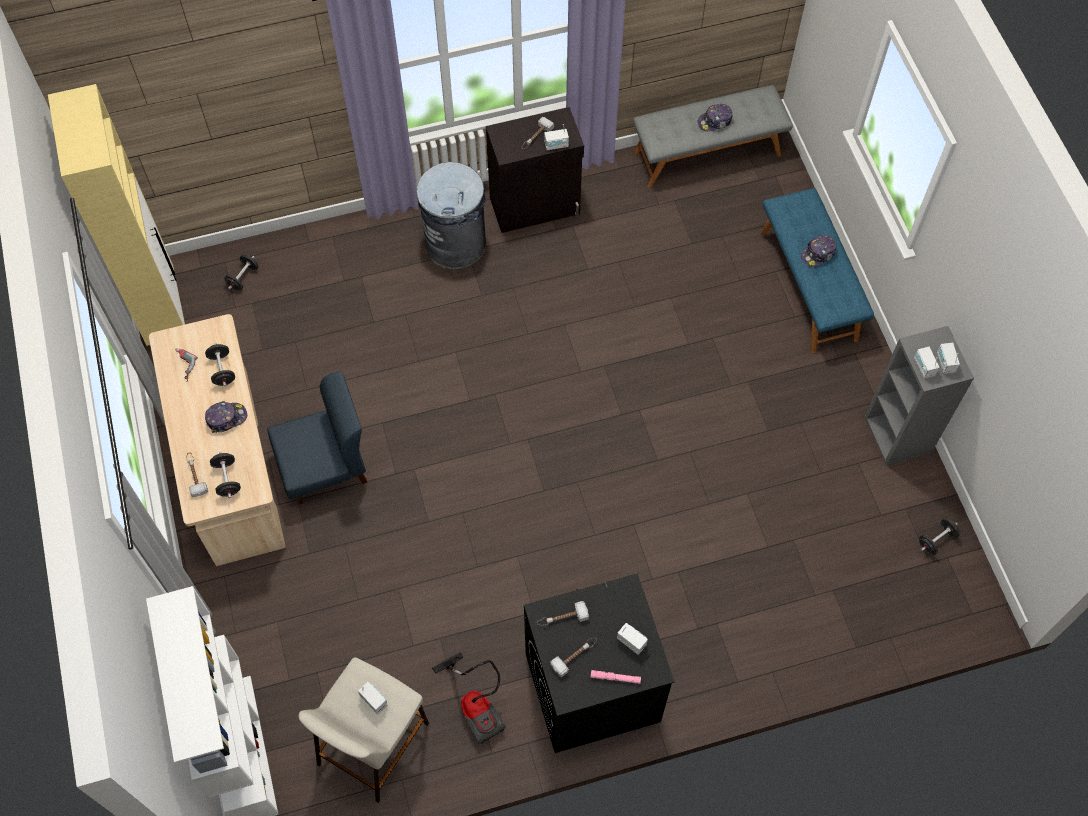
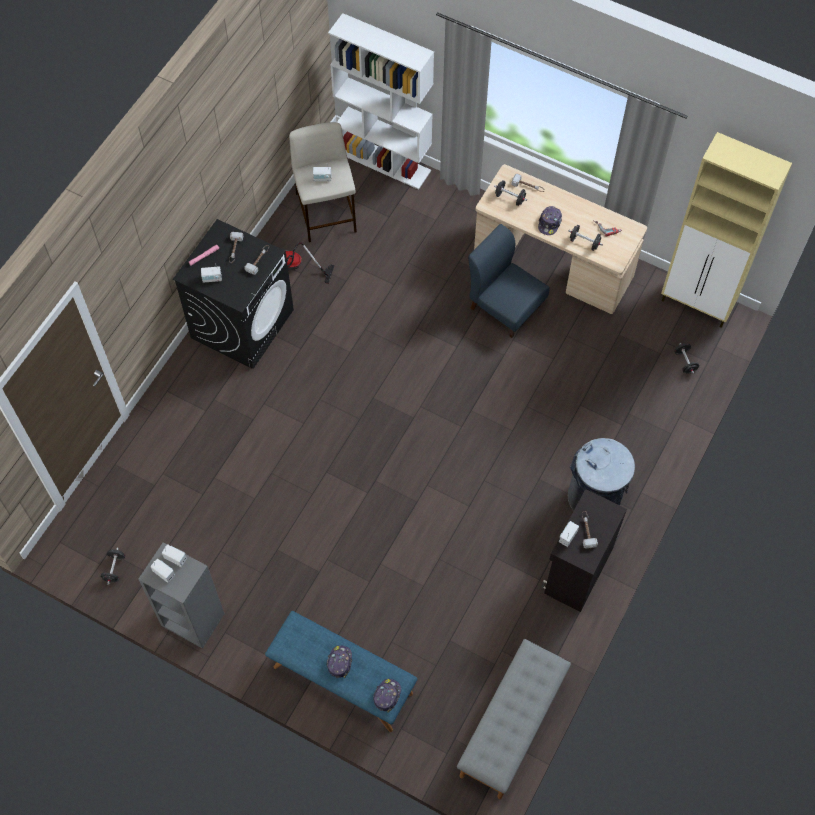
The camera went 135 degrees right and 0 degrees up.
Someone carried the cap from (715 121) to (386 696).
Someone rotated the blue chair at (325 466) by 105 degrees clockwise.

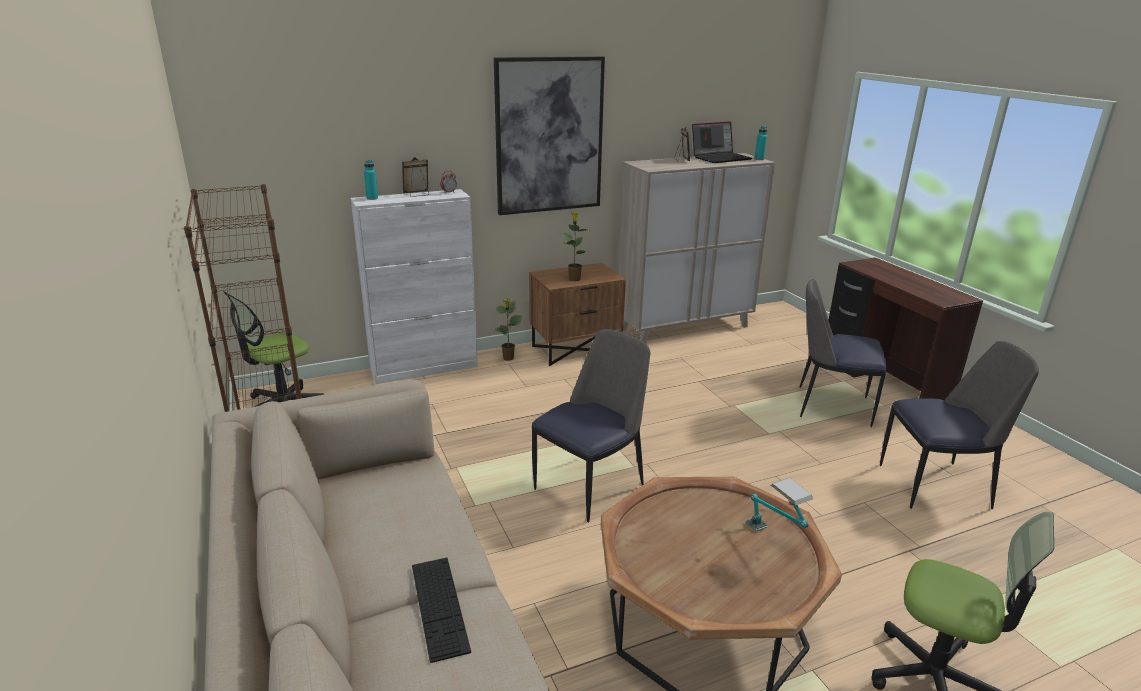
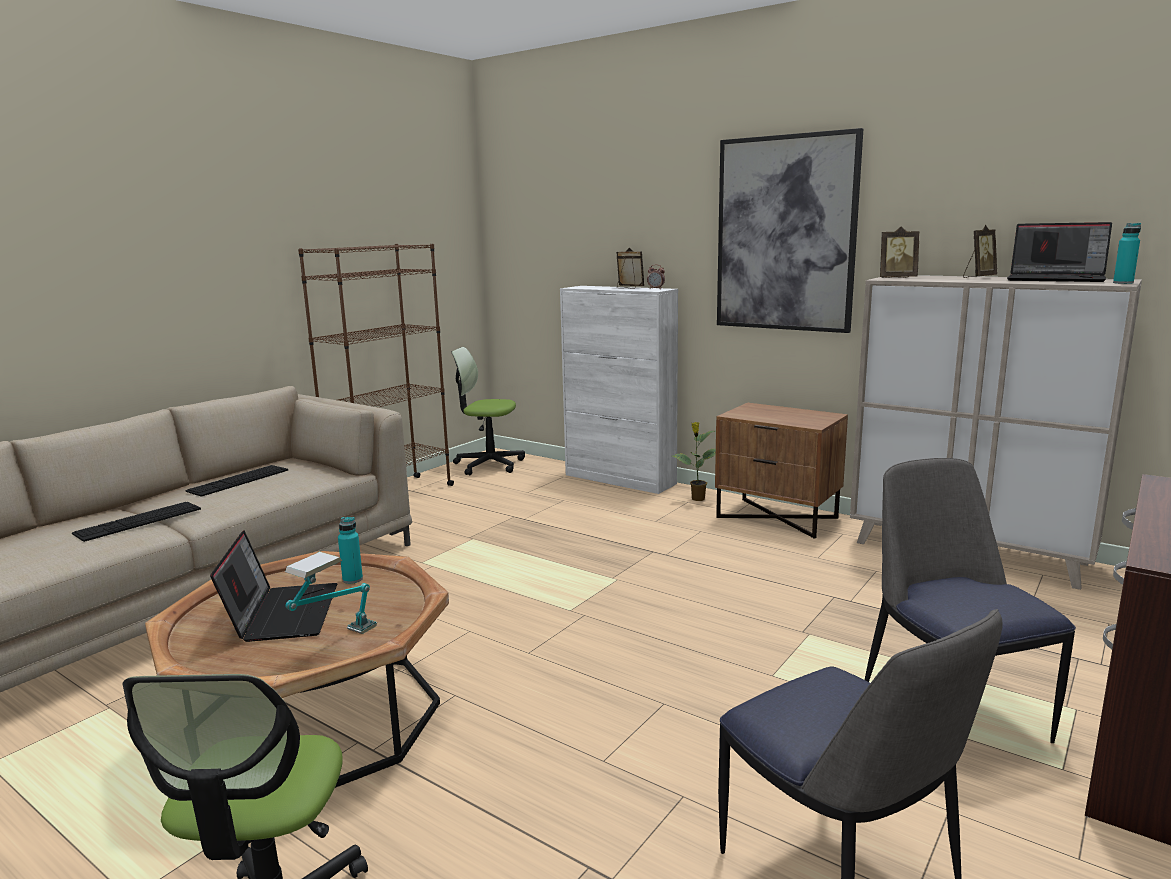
The camera went 60 degrees right and 10 degrees down.
Someone carried the turquoise bottle from (372 198) to (352 579).
Someone took away the potted plant at (574 279).
Someone took away the chair at (591 485).
Someone put down the picture frame at (896 278).
Someone put down the keyboard at (238 480).
Someone put down the laptop at (282 613).

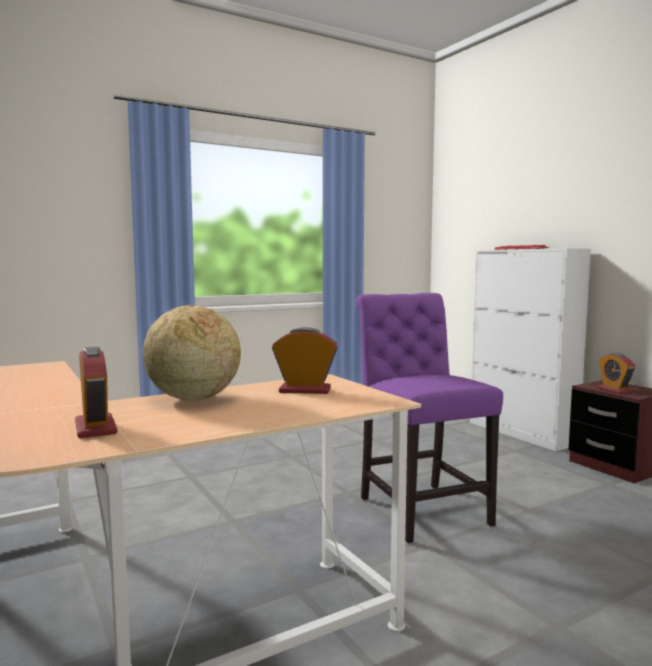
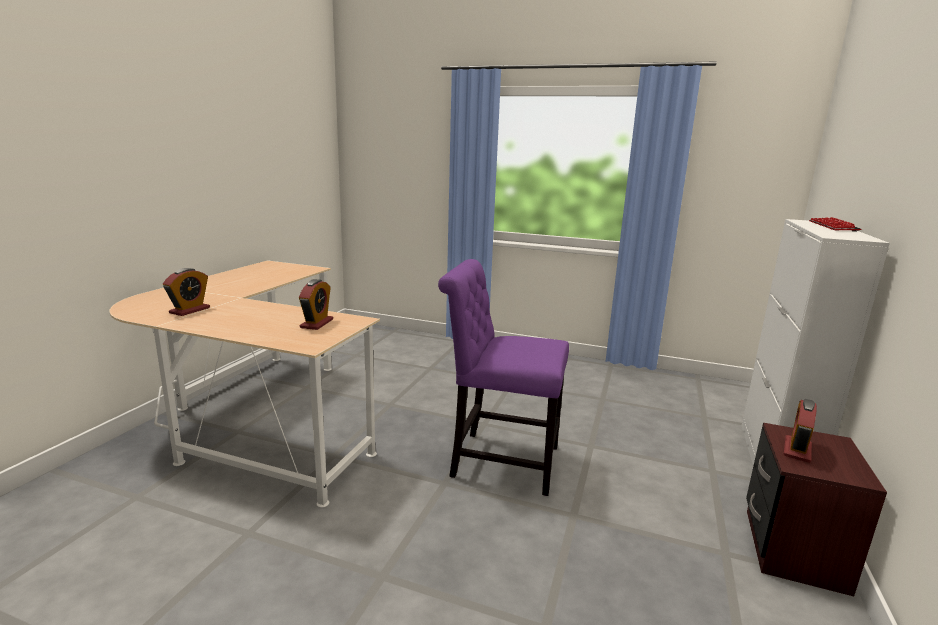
The camera went 50 degrees right and 10 degrees up.
Someone rotated the purple chair at (420 508) by 105 degrees counterclockwise.
Someone took away the globe at (193 399).
Someone rotated the alarm clock at (305 390) by 45 degrees clockwise.

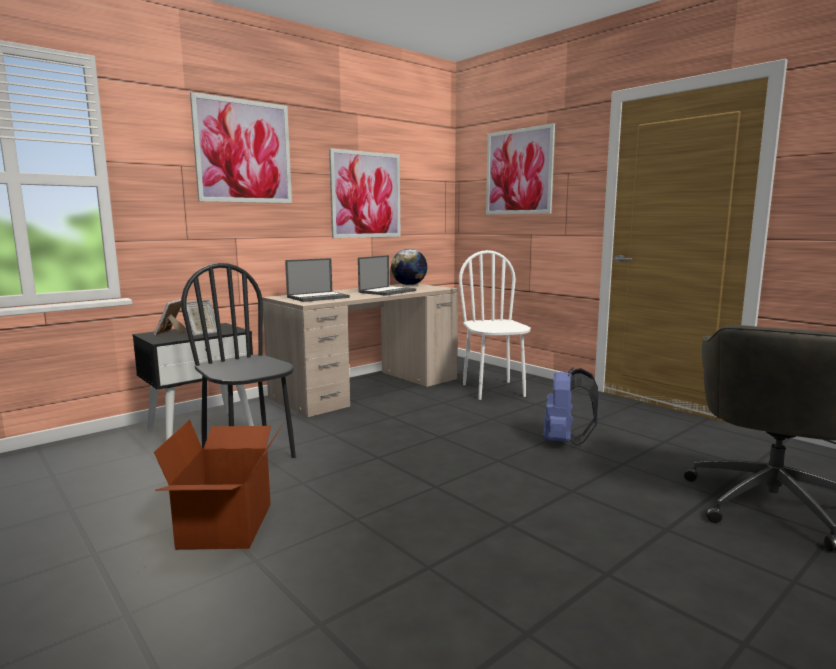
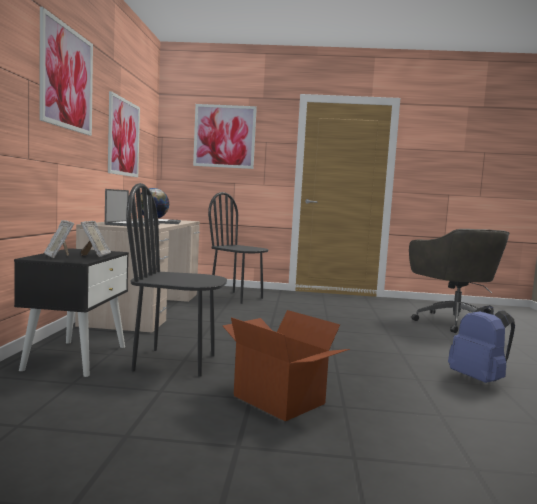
The camera went 45 degrees left and 5 degrees down.
Someone repainted the white chair at (494 390), which became the black chair at (236 297).
Someone carried the blue backpack from (564 441) to (479 380).

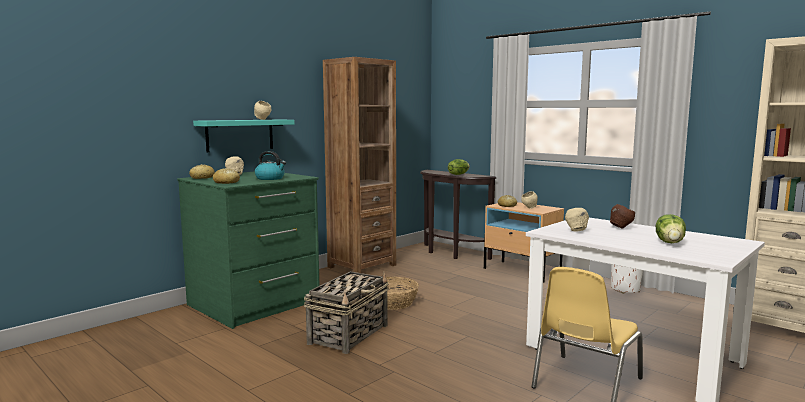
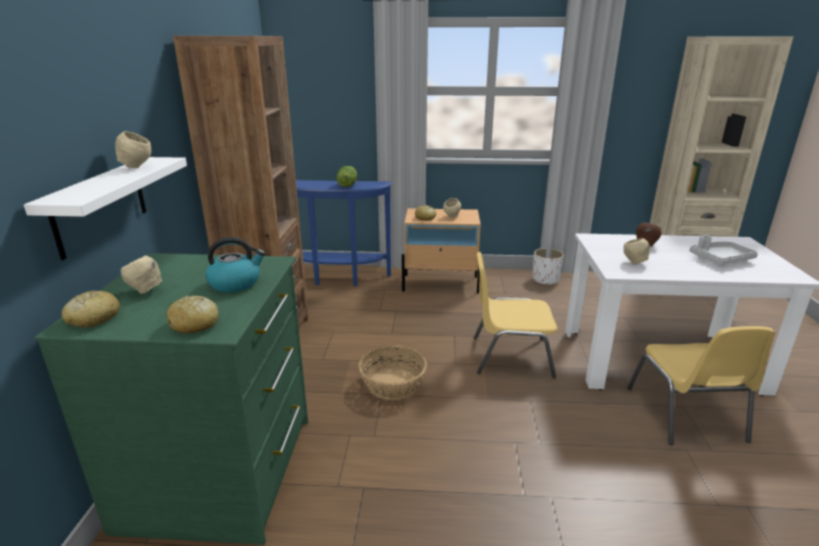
The camera went 40 degrees left and 15 degrees up.
Someone repainted the turquoise shelf at (240 135), which became the white shelf at (101 205).
Someone repainted the brown console table at (450 253), which became the blue console table at (339 279).
Someone swapped the lettuce at (670 242) for the grey tray at (720 259).
Someone took away the basket at (349 334).
Someone put down the yellow chair at (510 356).

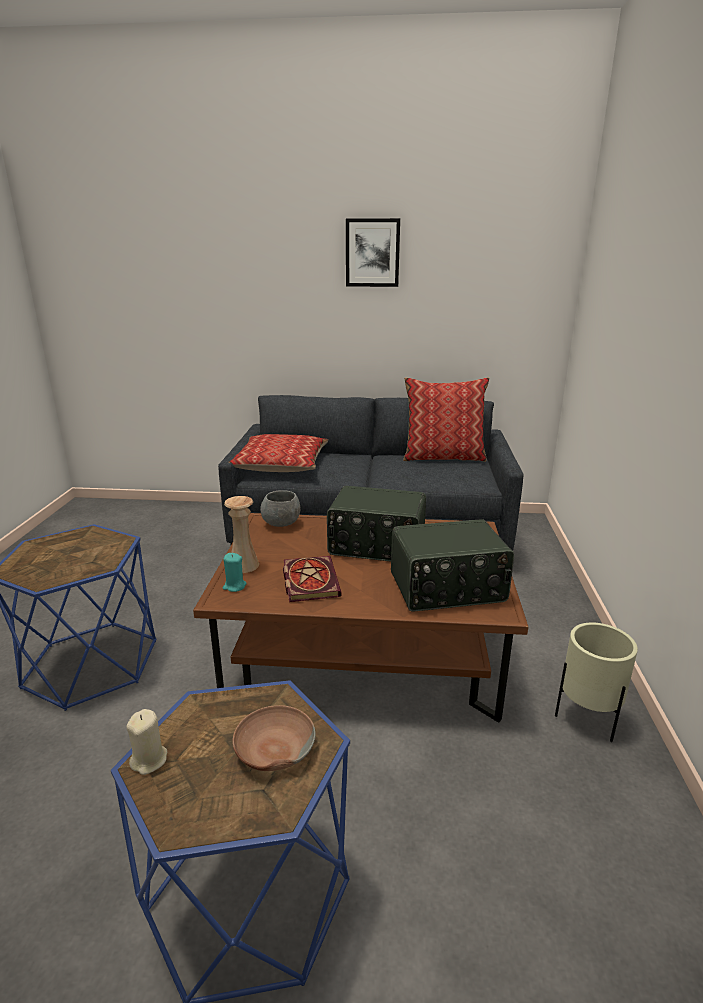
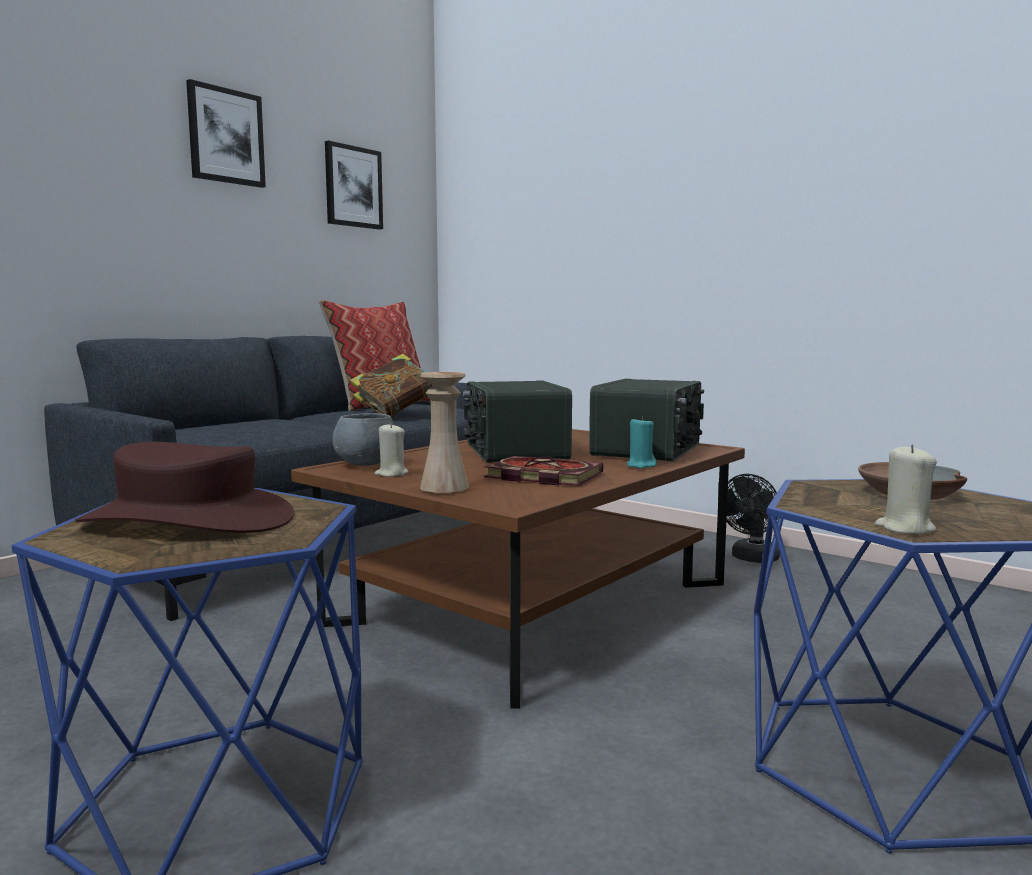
The camera went 55 degrees left and 15 degrees down.
Someone took away the pillow at (281 464).
Someone rotated the radio at (376 546) by 120 degrees clockwise.
Someone carried the turquoise candle from (234 586) to (641 465).
Someone swapped the beige planter at (587 720) for the black fan at (752 559).
Someone put up the picture at (353 187).
Someone put down the book at (395 414).
Someone put down the beige candle at (391 474).
Someone put down the brown hat at (189 520).

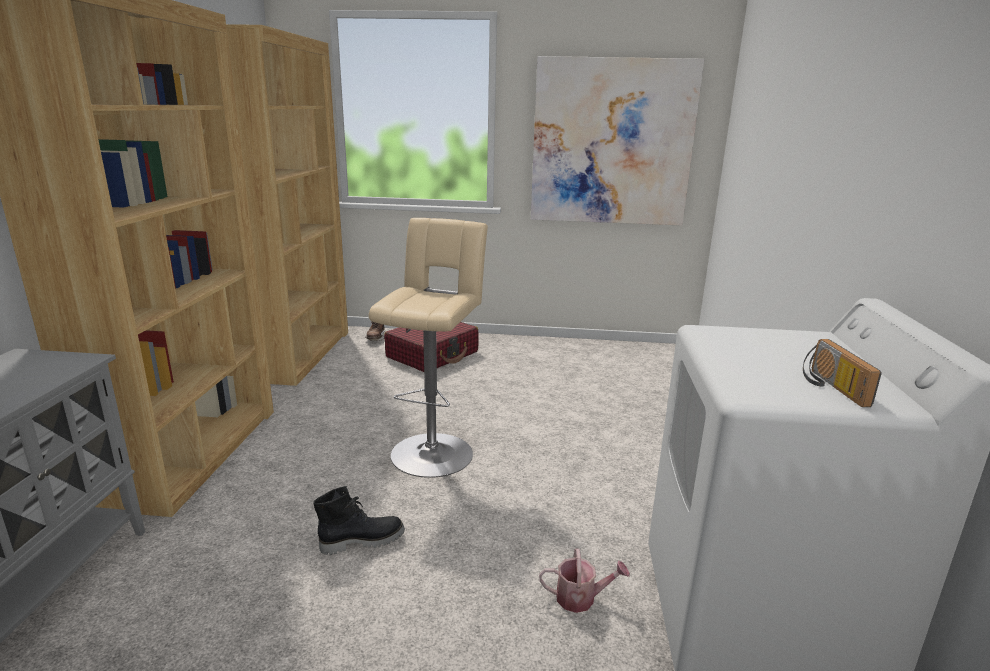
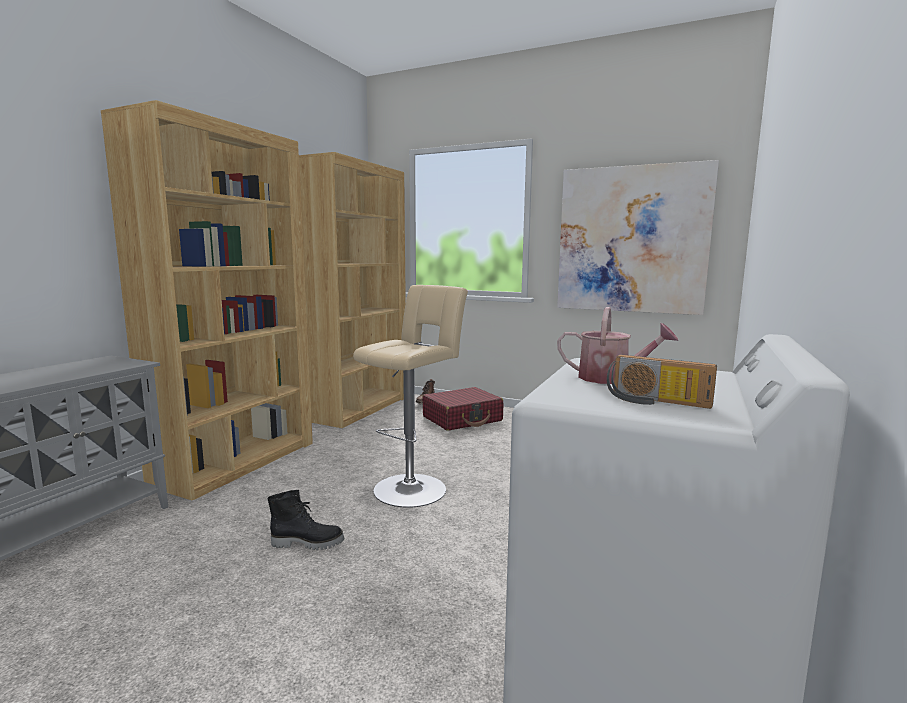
The camera went 20 degrees right and 10 degrees down.
Someone rotated the radio at (830 387) by 75 degrees counterclockwise.
Someone carried the watering can from (581 598) to (611 378).

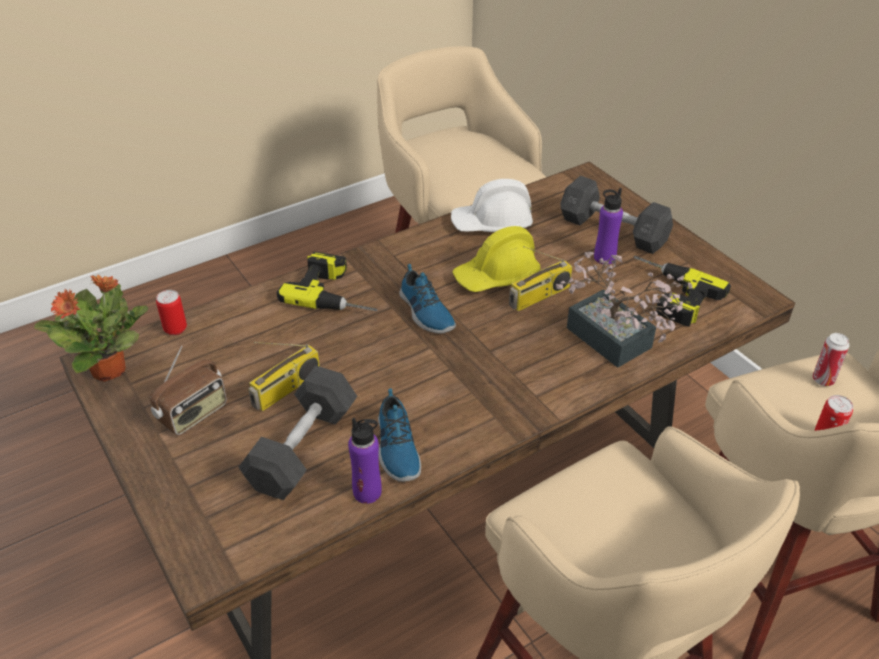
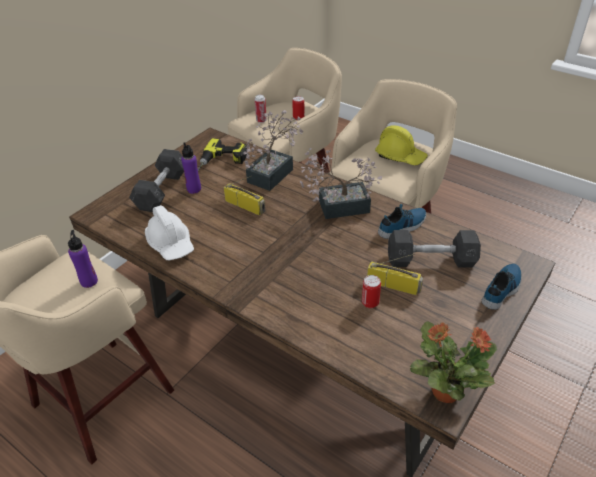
The camera went 110 degrees left and 0 degrees up.
Someone carried the yellow hard hat from (496 276) to (400 156).
Someone took away the power drill at (337 292).
Someone carried the shoe from (425 312) to (502 289).
Someone carried the can from (175 329) to (370 303).
Someone took away the radio at (193 414).
Someone carried the purple bottle from (367 492) to (89 281).
Someone put down the potted plant at (337 207).

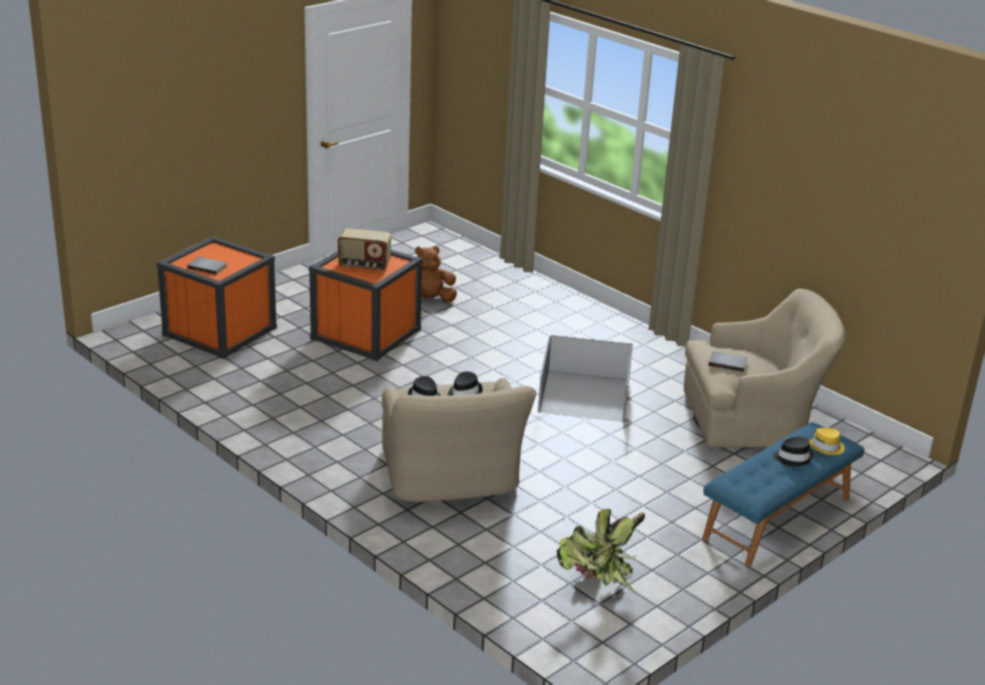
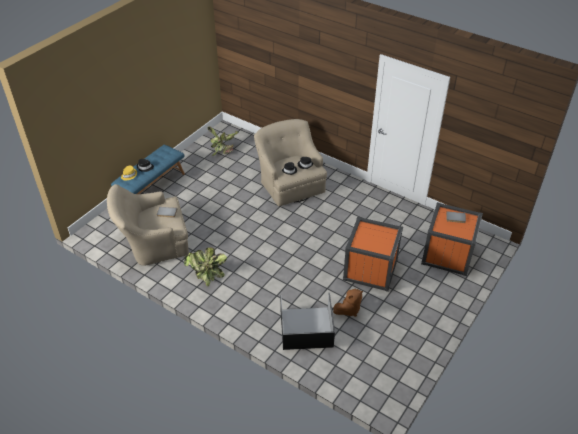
The camera went 170 degrees right and 15 degrees up.
Someone took away the radio at (364 265).
Someone carried the black storage box from (583 395) to (307 328).
Someone put down the potted plant at (206 275).

